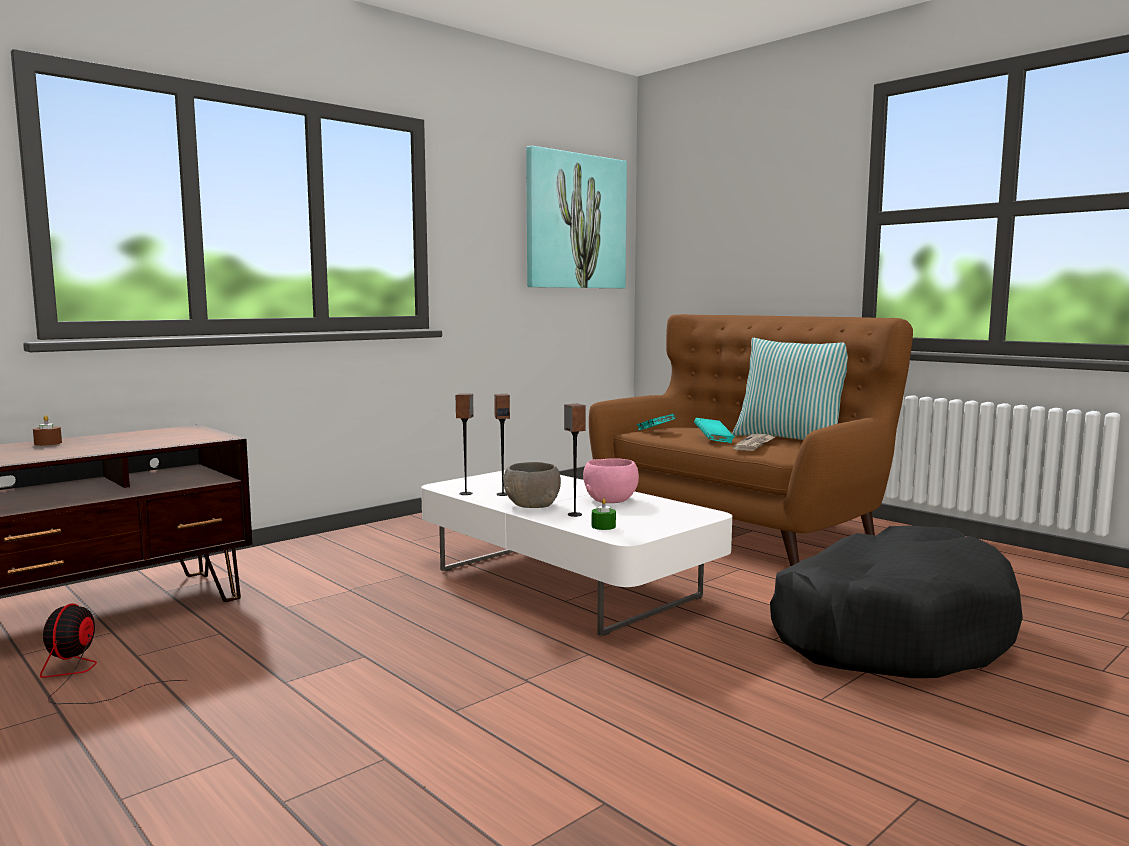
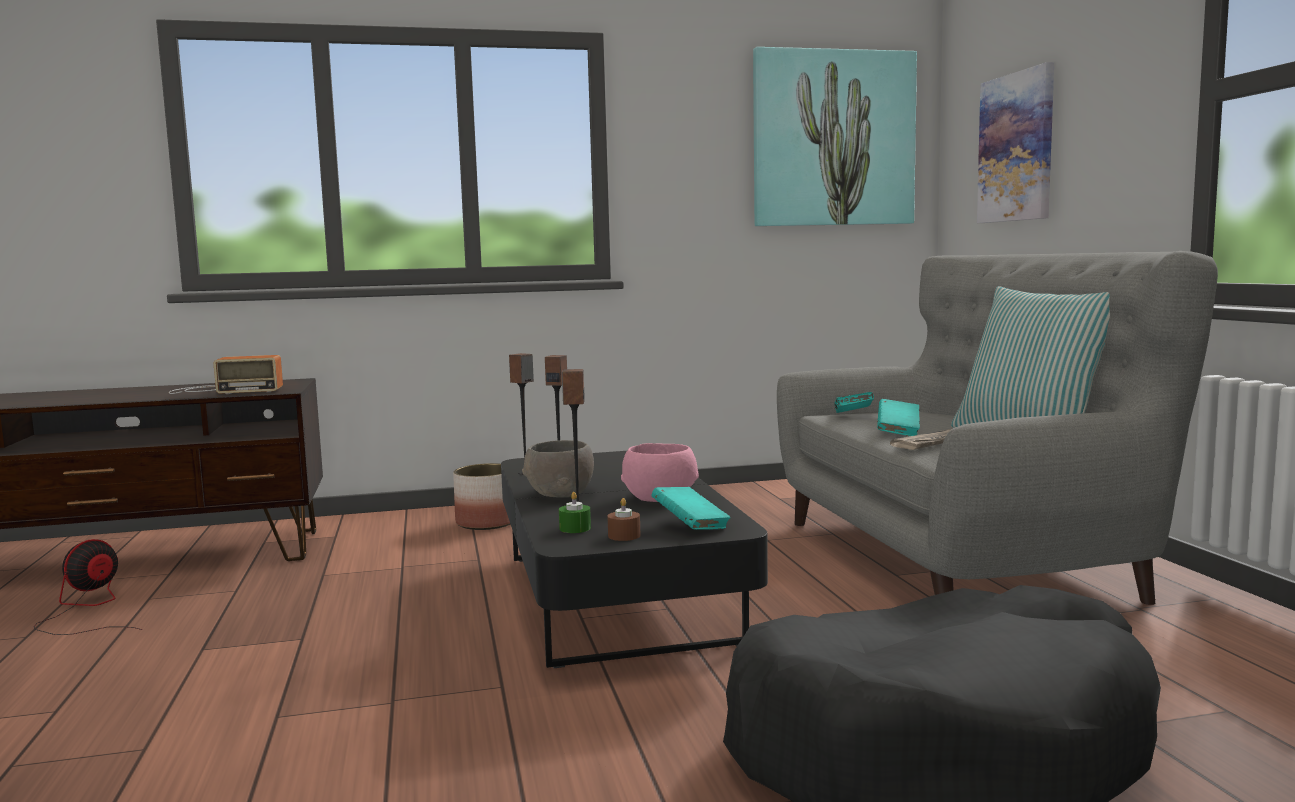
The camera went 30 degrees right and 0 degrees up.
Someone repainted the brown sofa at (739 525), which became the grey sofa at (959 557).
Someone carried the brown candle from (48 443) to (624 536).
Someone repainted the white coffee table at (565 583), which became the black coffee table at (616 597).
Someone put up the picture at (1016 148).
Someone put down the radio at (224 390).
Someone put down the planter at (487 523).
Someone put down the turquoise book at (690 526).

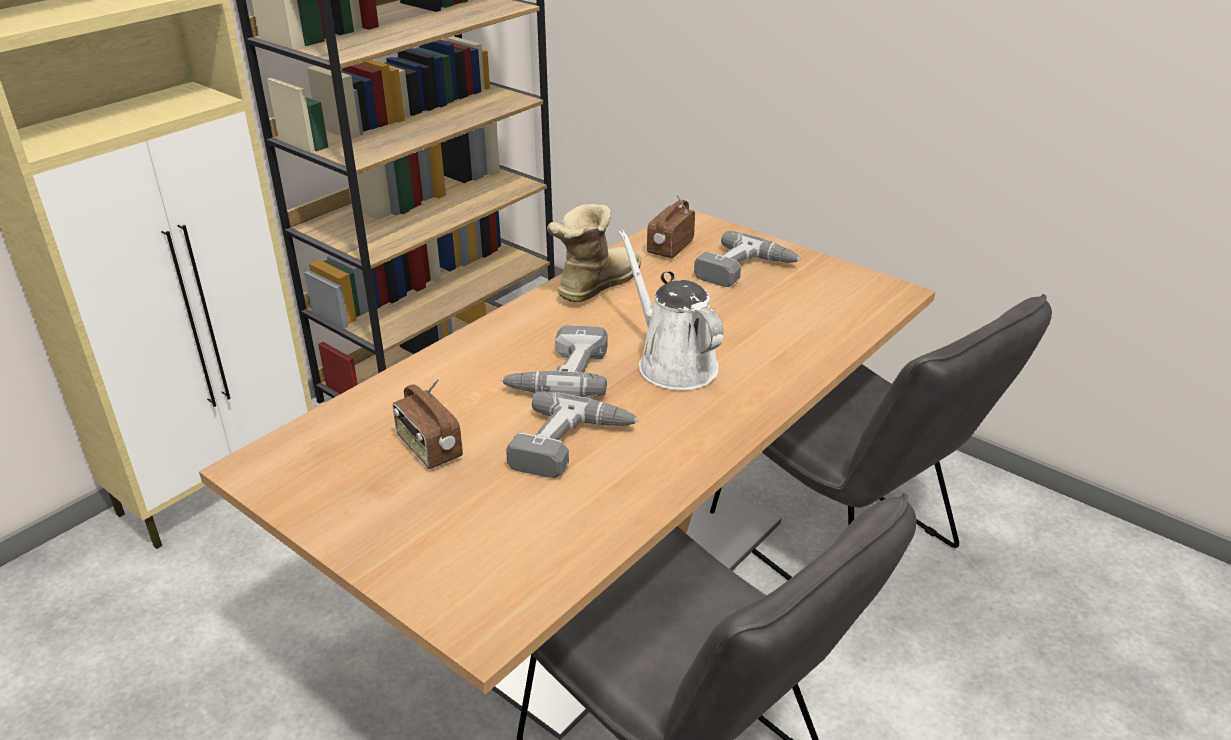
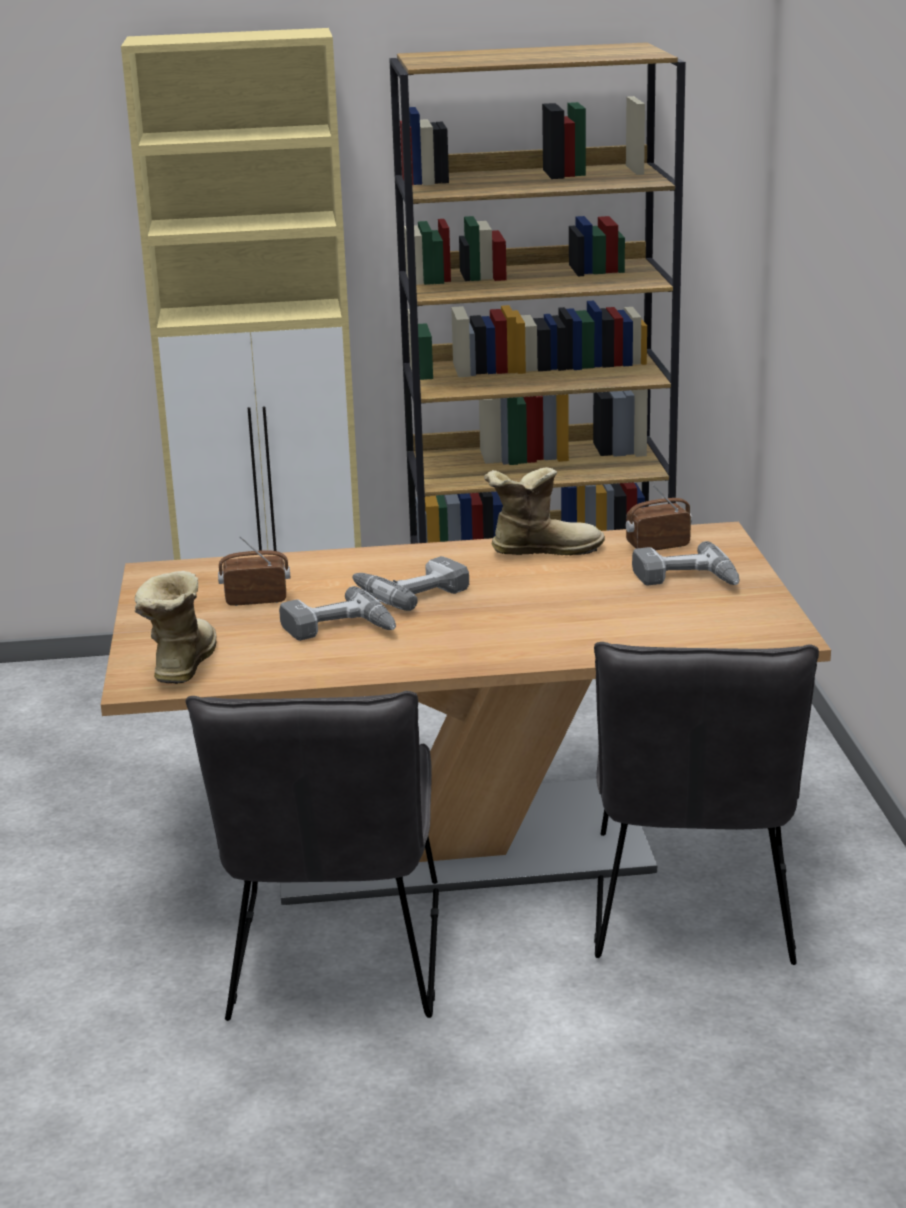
The camera went 45 degrees right and 10 degrees down.
Someone took away the white watering can at (672 363).
Someone rotated the radio at (428 449) by 75 degrees clockwise.
Someone put down the boot at (180 666).

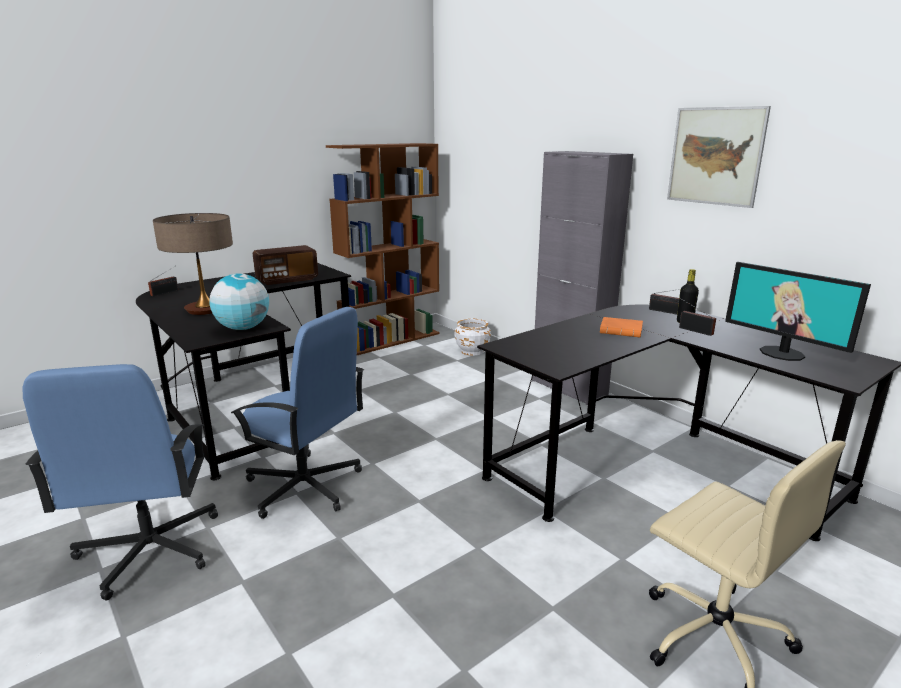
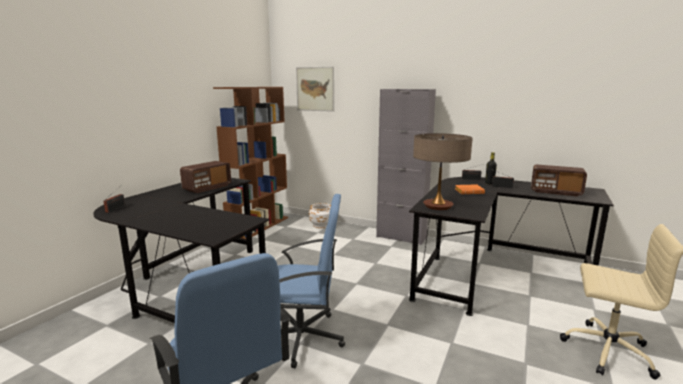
The camera went 25 degrees left and 5 degrees down.
Someone carried the picture from (715 156) to (315 89).
Someone carried the table lamp from (205 310) to (438 206).
Someone swapped the monitor at (782 353) for the radio at (555 192).
Someone took away the globe at (243 328).

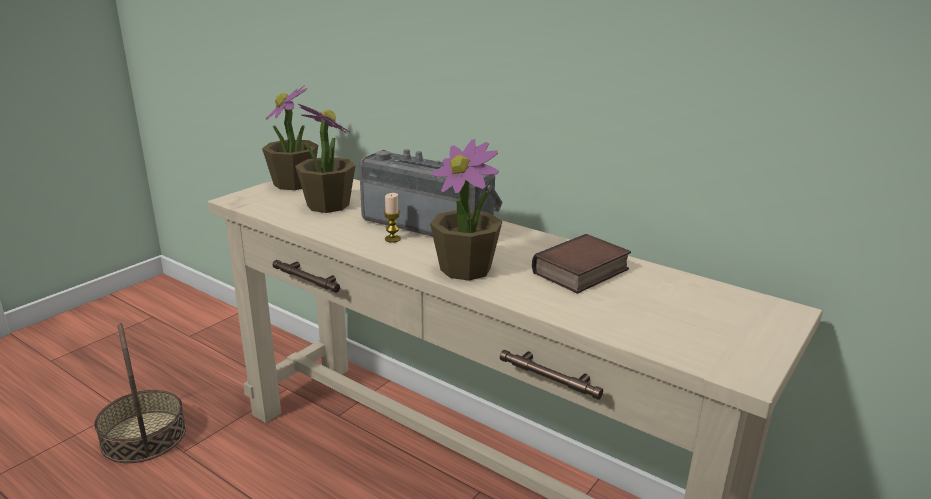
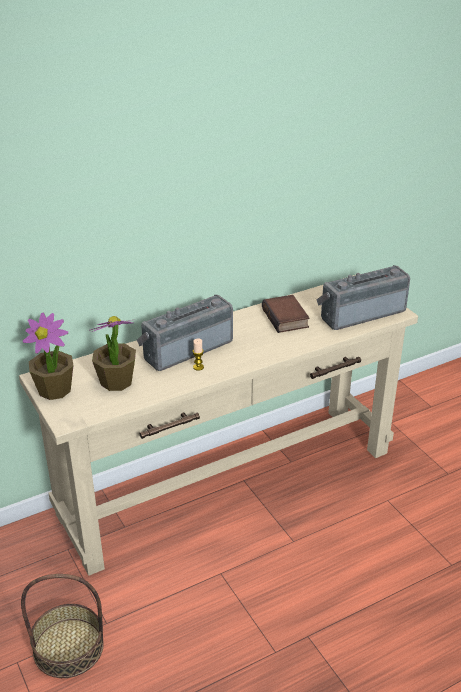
The camera went 65 degrees left and 10 degrees up.
Someone took away the potted plant at (466 269).
Someone put down the radio at (361 313).

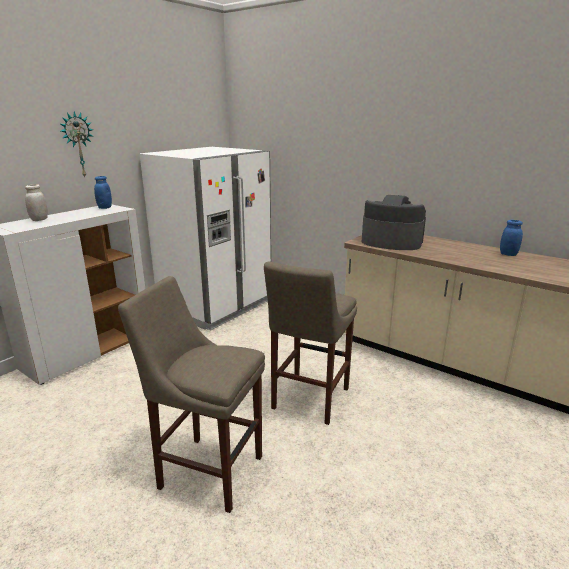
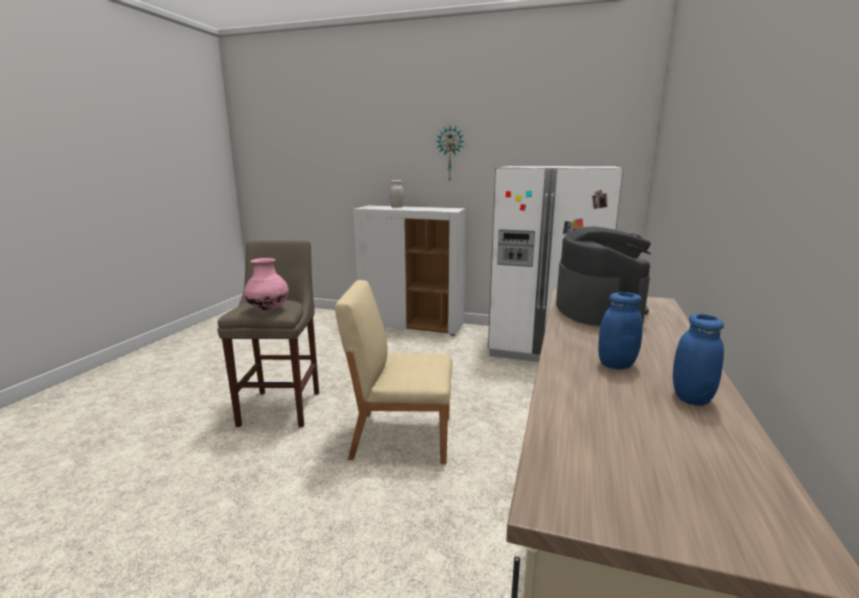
The camera went 70 degrees right and 5 degrees down.
Someone carried the blue jar from (104 207) to (616 364).
Someone swapped the beige stool at (308 400) for the beige chair at (400 436).
Someone put down the pink vase at (268 309).

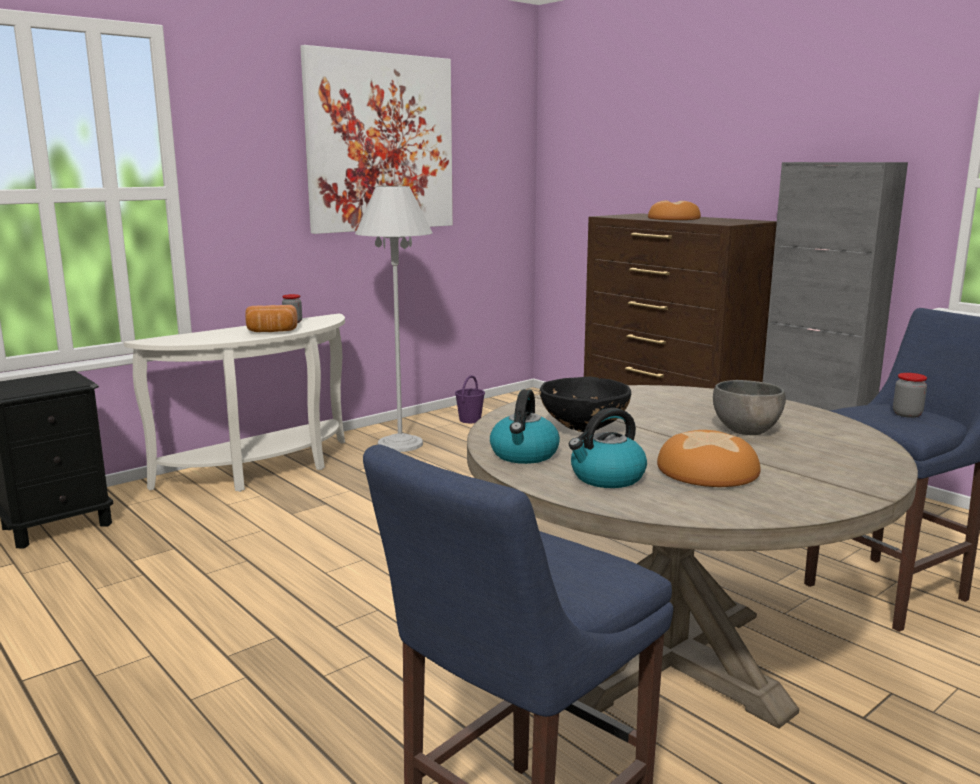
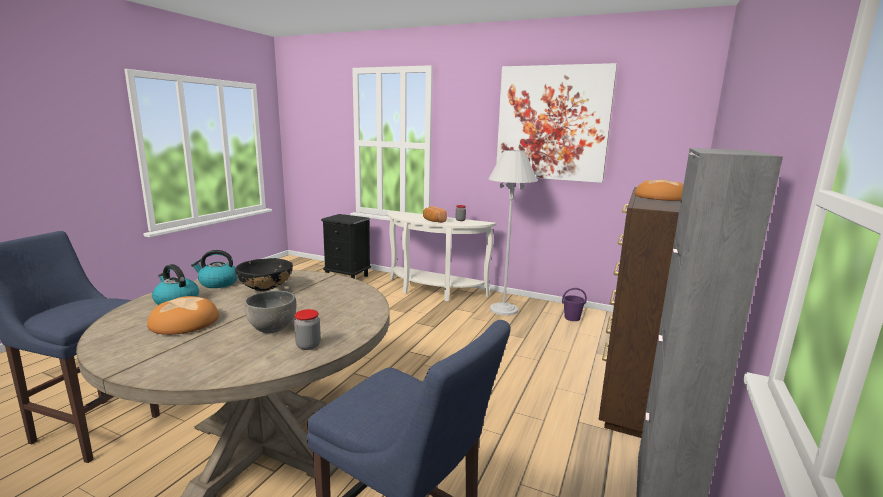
The camera went 65 degrees right and 0 degrees up.
Someone carried the jar from (907 414) to (308 345).

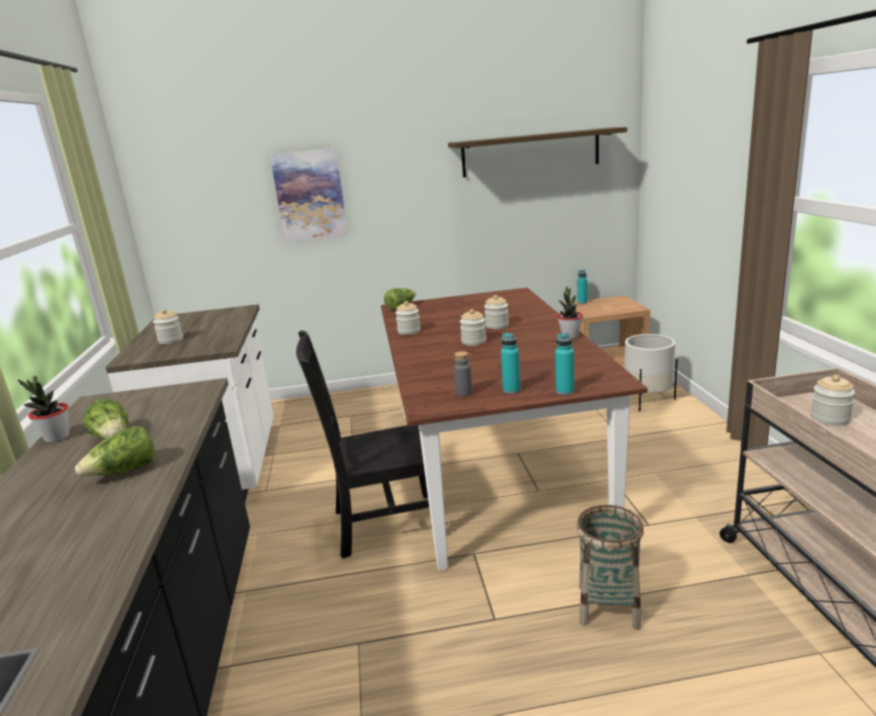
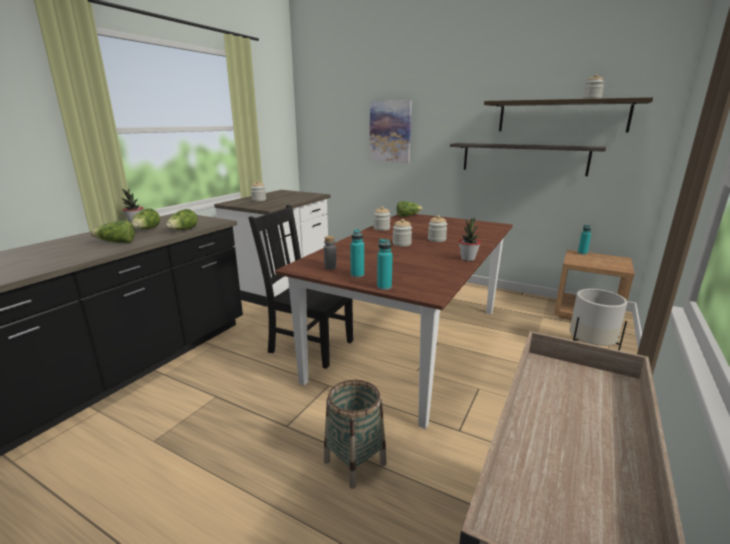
The camera went 35 degrees right and 0 degrees up.
Someone carried the jar from (829 418) to (592 99).
Someone put up the shelf at (523 158).
Someone put down the lettuce at (183 230).

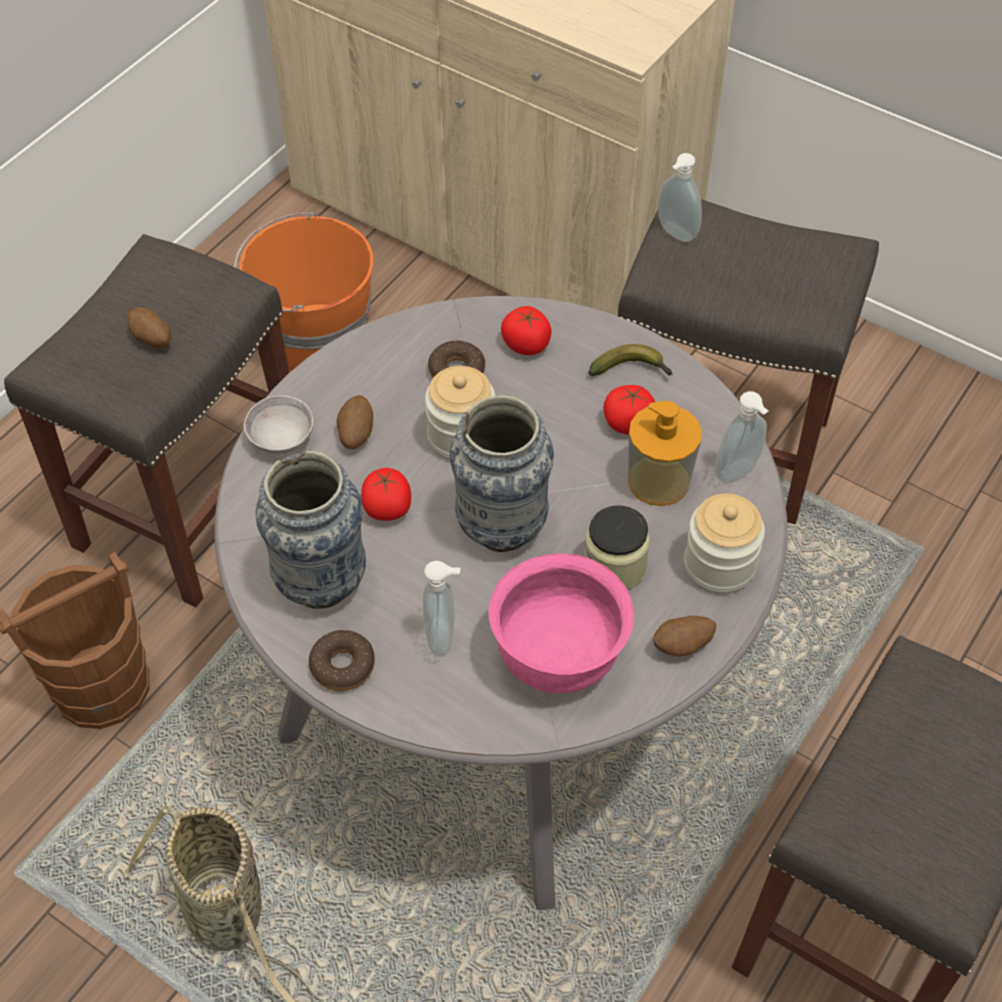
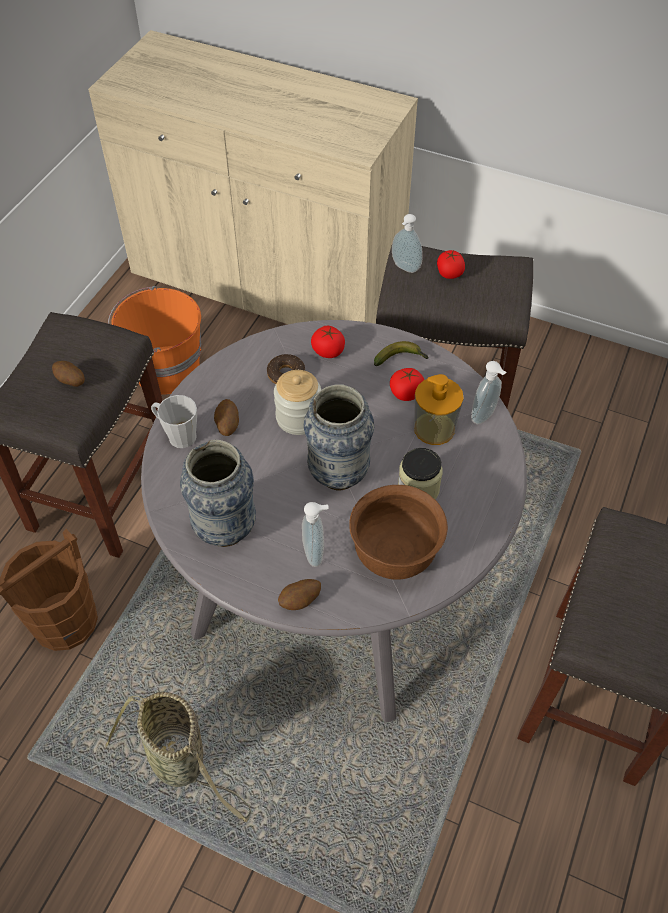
The camera went 10 degrees left and 0 degrees up.
Someone swapped the grey bowl at (281 438) for the grey mug at (177 435).
Someone carried the tomato from (387 507) to (449 273).
Someone took away the jar at (719 566).
Someone repainted the pink bowl at (558 657), which became the brown bowl at (395 555).
Someone carried the potato from (682 646) to (300 601).
Someone took away the donut at (342 666).

